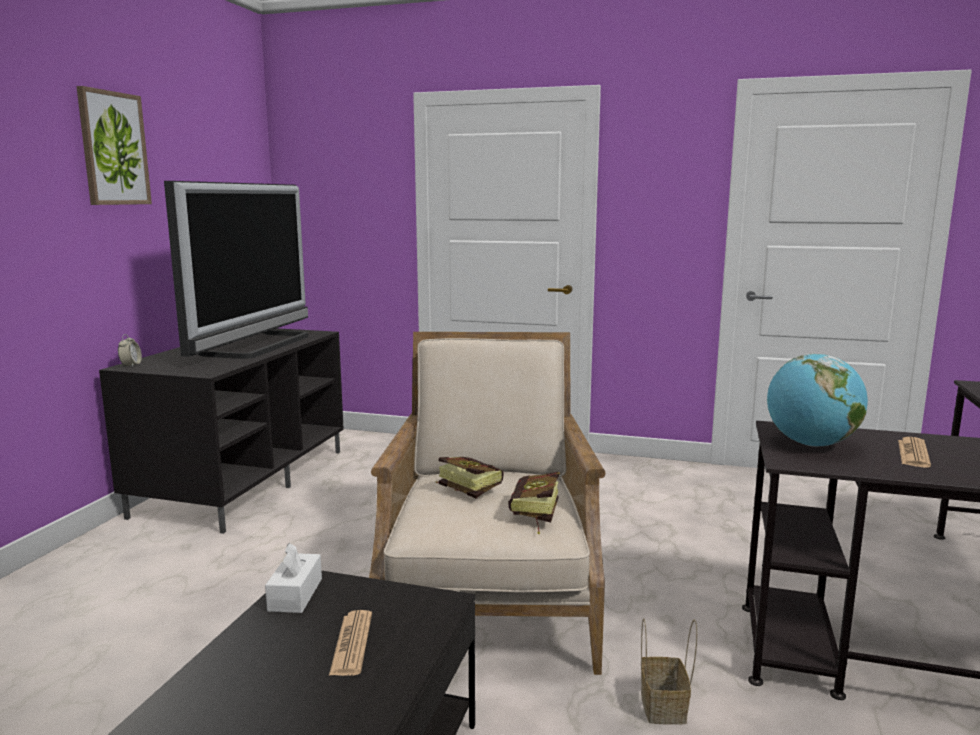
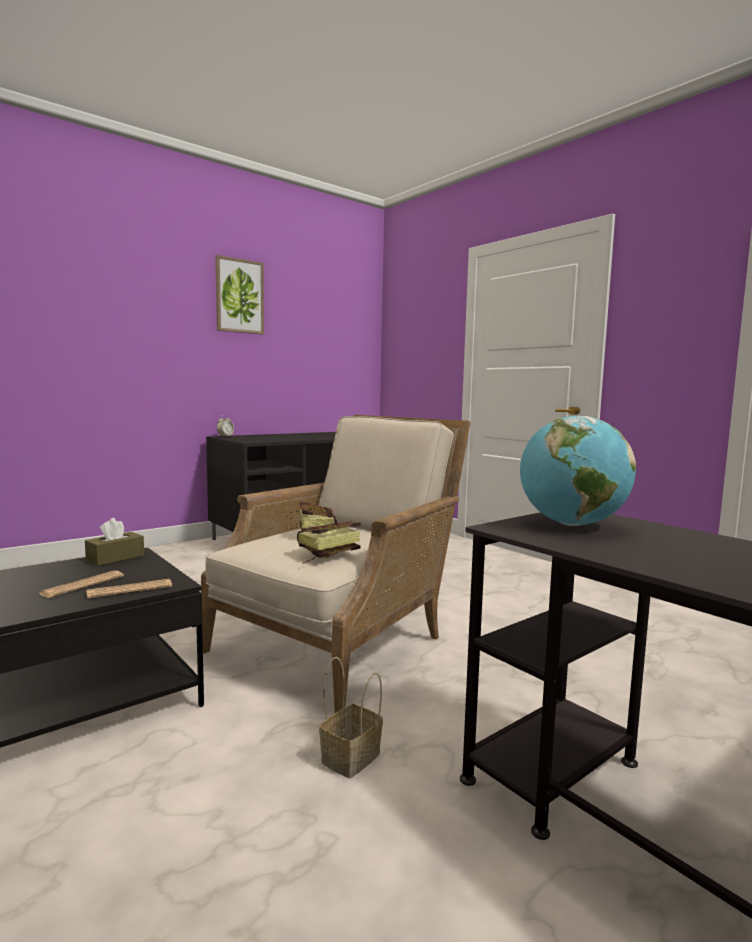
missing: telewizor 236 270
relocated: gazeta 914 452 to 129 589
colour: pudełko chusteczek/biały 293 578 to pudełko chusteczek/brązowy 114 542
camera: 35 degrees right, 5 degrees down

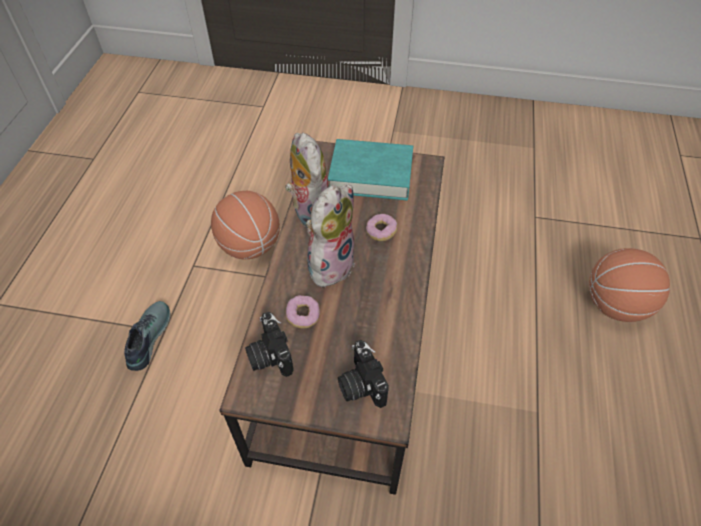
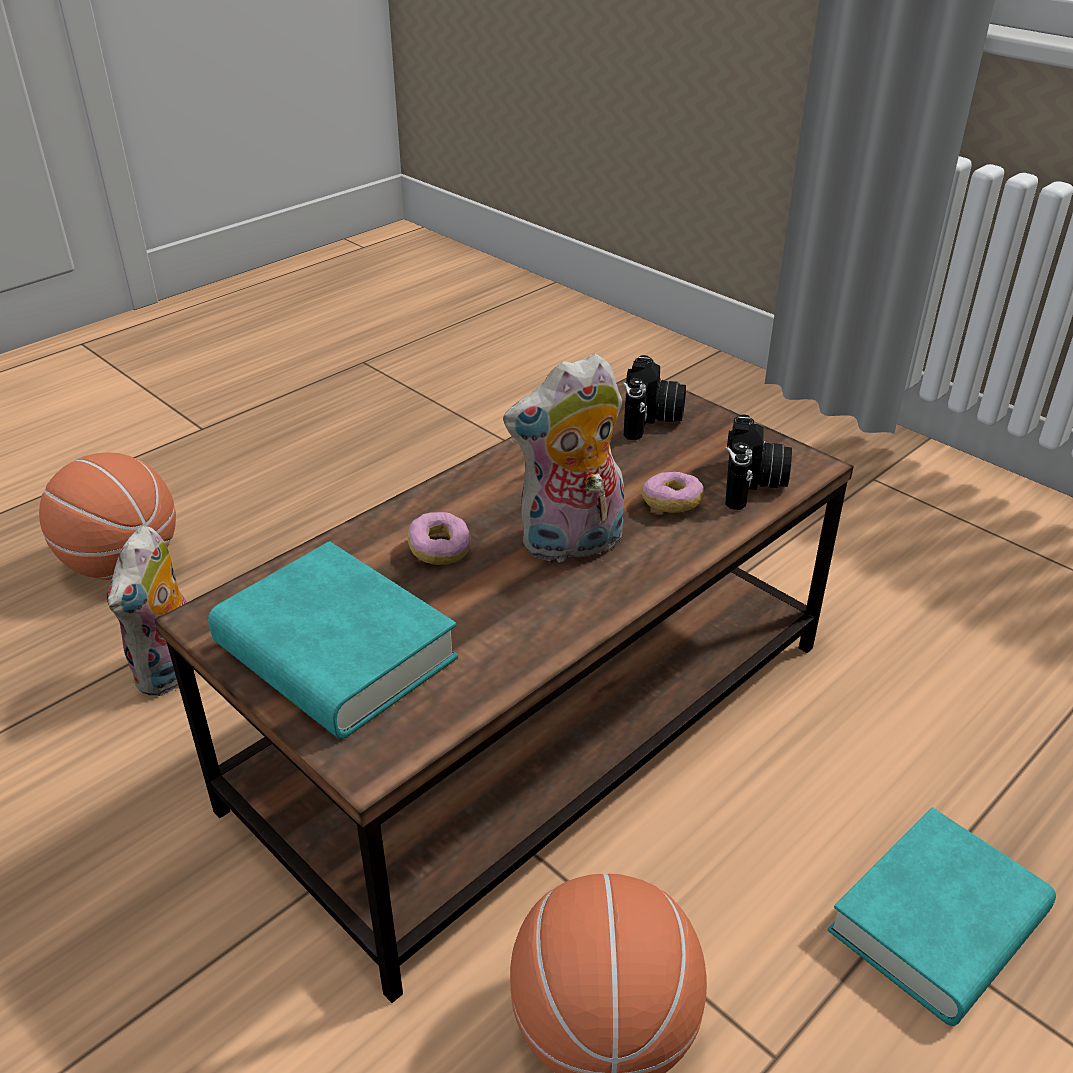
relocated: pluszak 306 180 to 150 611
exchanged: but 147 336 to książka/turkusowy 942 916
camera: 145 degrees left, 15 degrees down

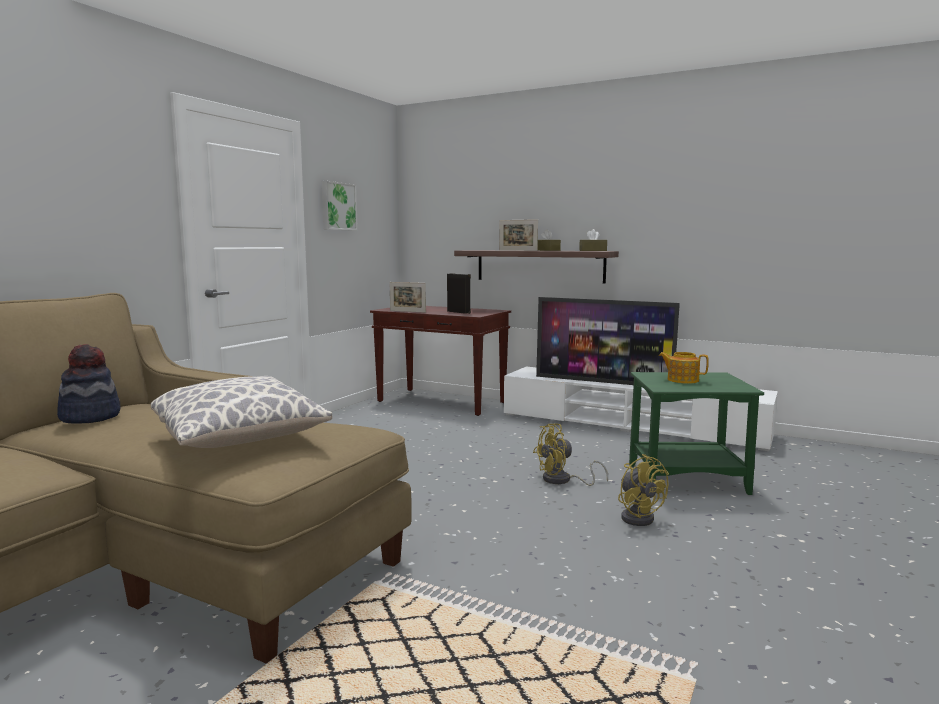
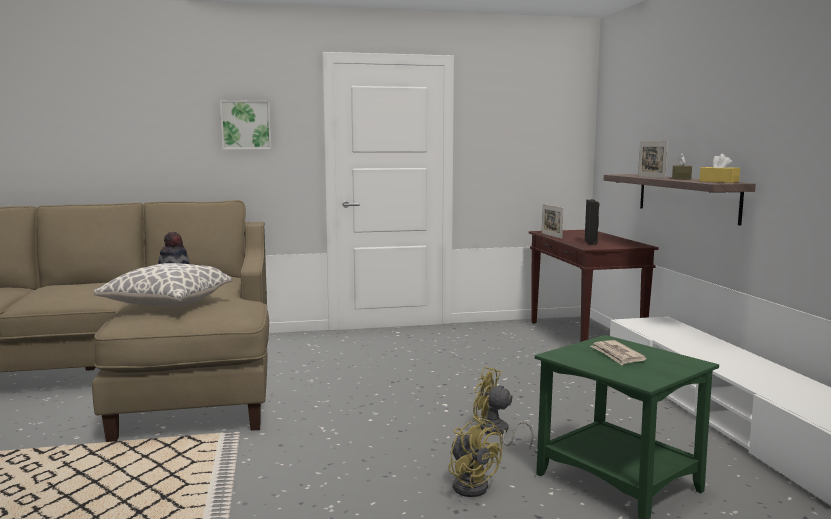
missing: telewizor 608 341
relocated: obraz 340 205 to 245 124
exchanged: imbryk 684 368 to gazeta 619 352
colour: pudełko chusteczek/brązowy 593 240 to pudełko chusteczek/żółty 719 168
spun: wentylator/żółty 643 490 = 475 456 60 degrees counterclockwise
camera: 50 degrees right, 0 degrees up

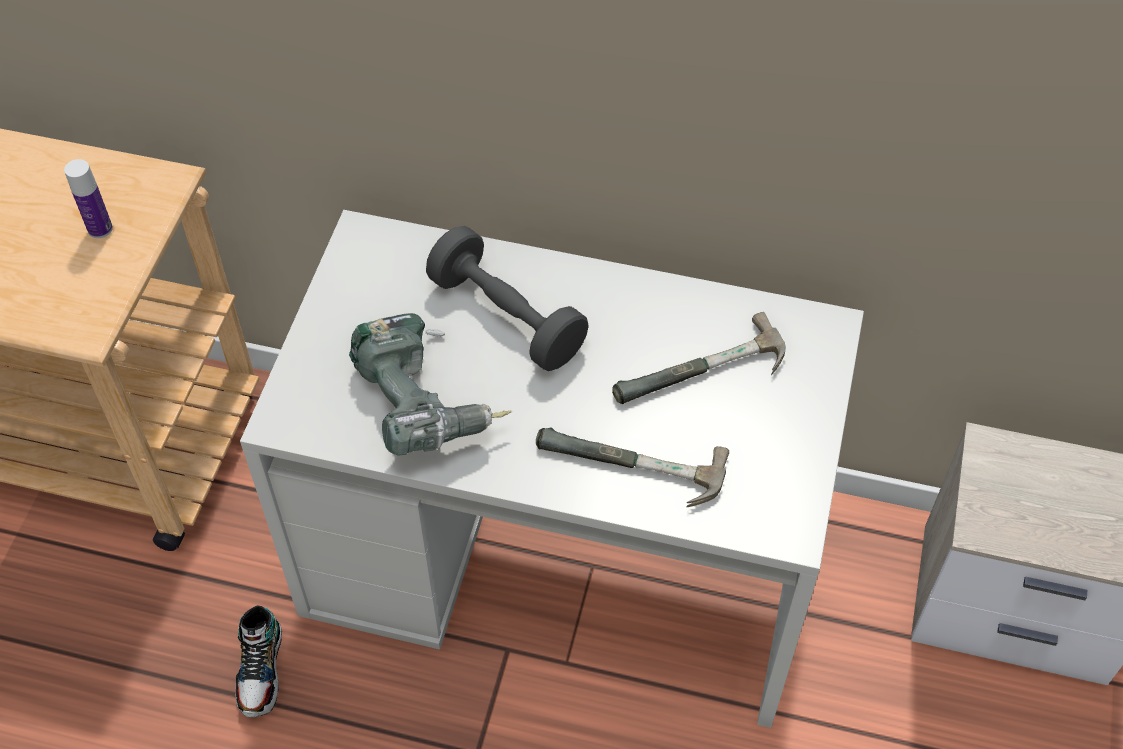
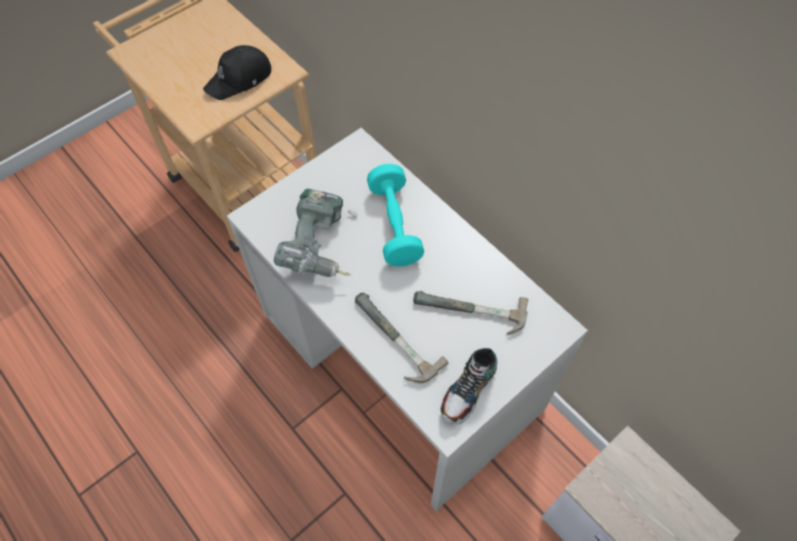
relocated: but 258 661 to 468 386
exchanged: butelka 88 198 to czapka z daszkiem/czarny 237 72
colour: hantel/szary 507 298 to hantel/turkusowy 395 215
camera: 35 degrees right, 5 degrees up

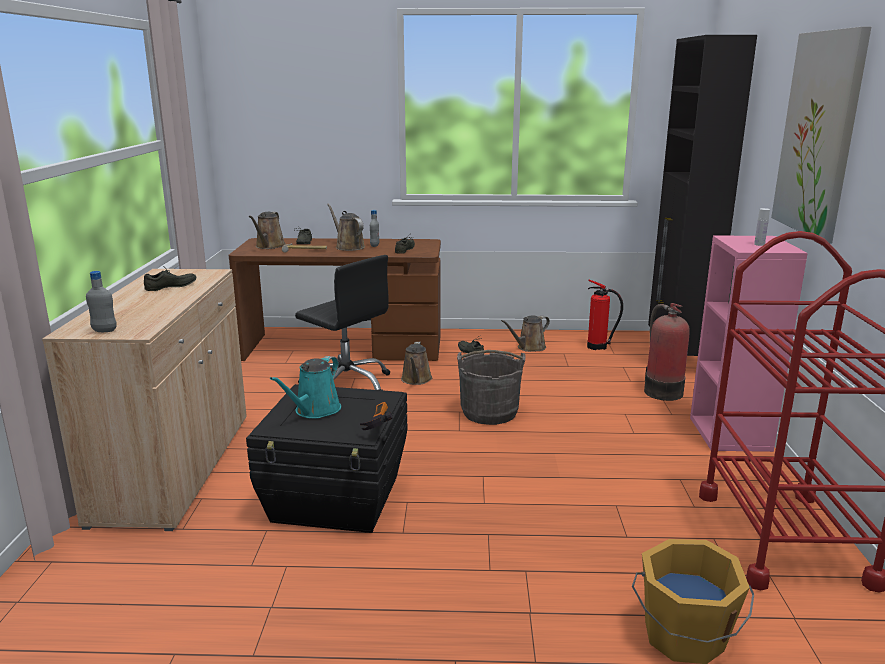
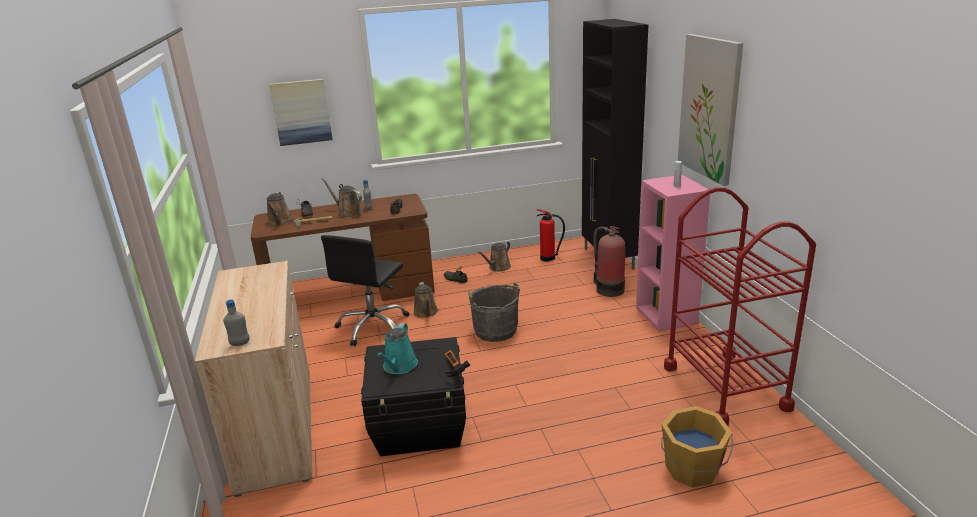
missing: but/szary 170 278
appeared: obraz 301 112
spun: krzesło biurowe/czarny 342 322 = 365 290 90 degrees clockwise
camera: 15 degrees left, 5 degrees up

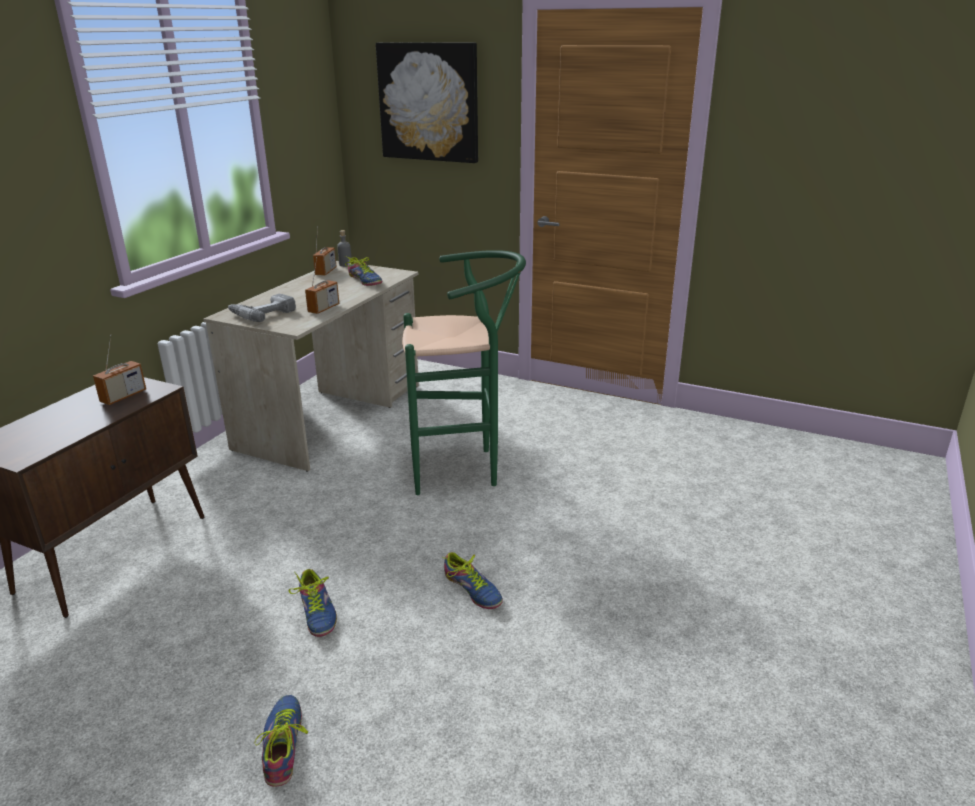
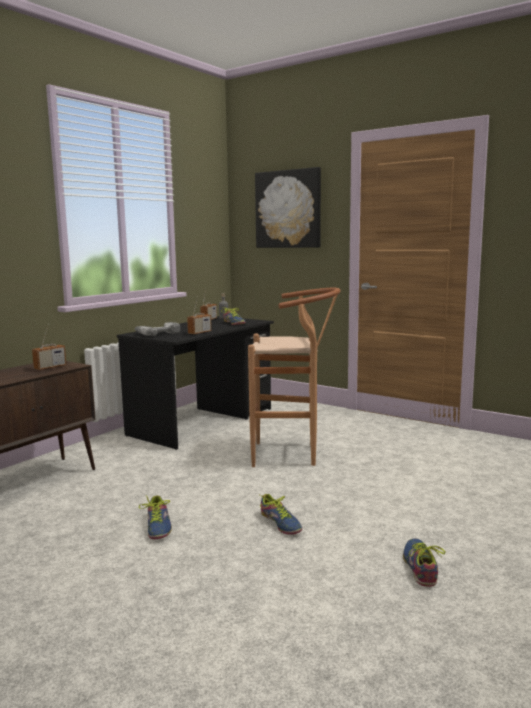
relocated: but 281 740 to 424 562
colour: stołek/zielony 464 372 to stołek/brązowy 294 377; biurko/beżowy 311 366 to biurko/czarny 195 383
camera: 10 degrees right, 15 degrees down

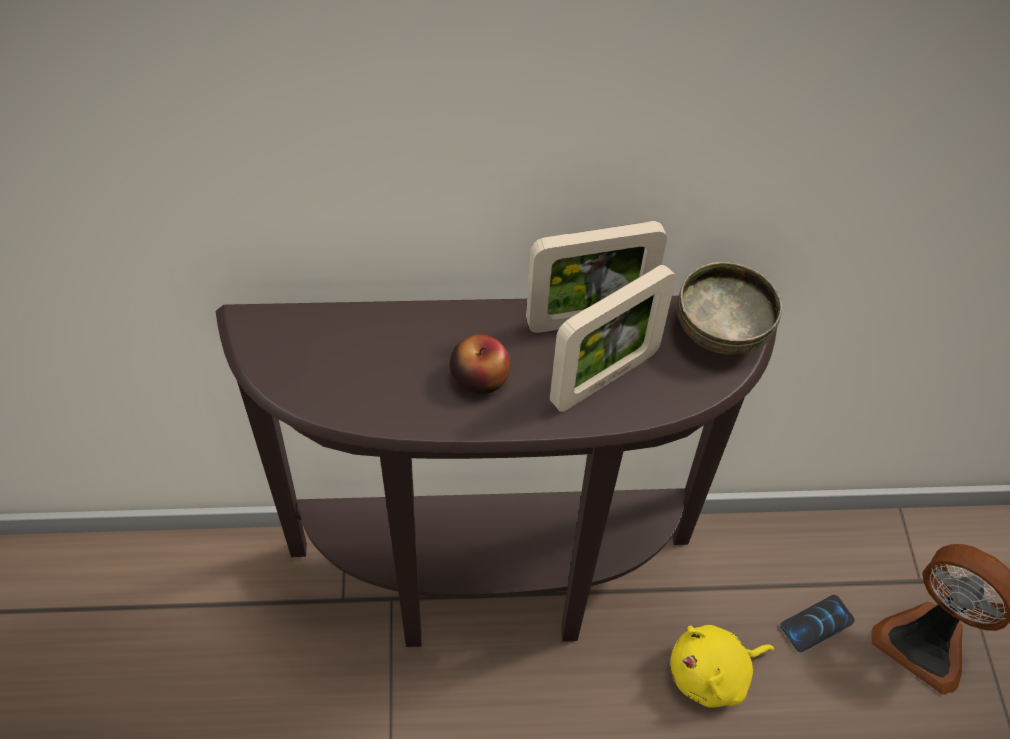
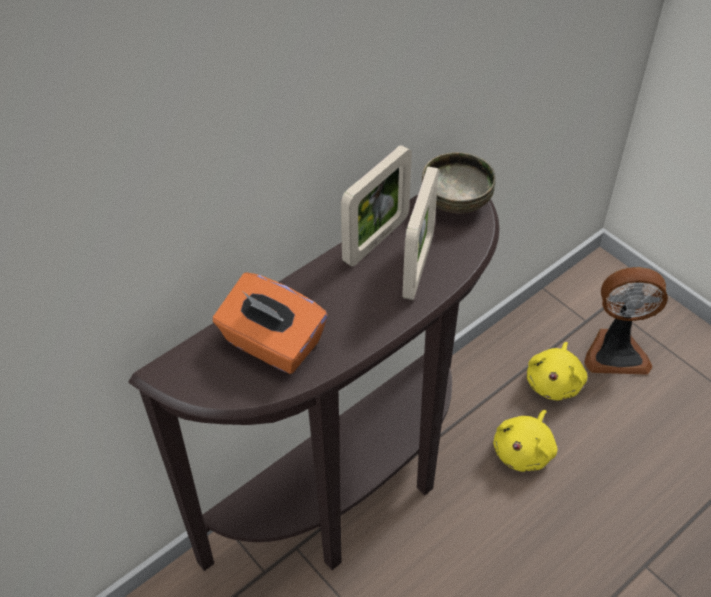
missing: jabłko 480 364
appeared: pudełko chusteczek/pomarańczowy 270 323
exchanged: telefon 817 623 to pluszak/żółty 557 371
camera: 35 degrees left, 5 degrees down

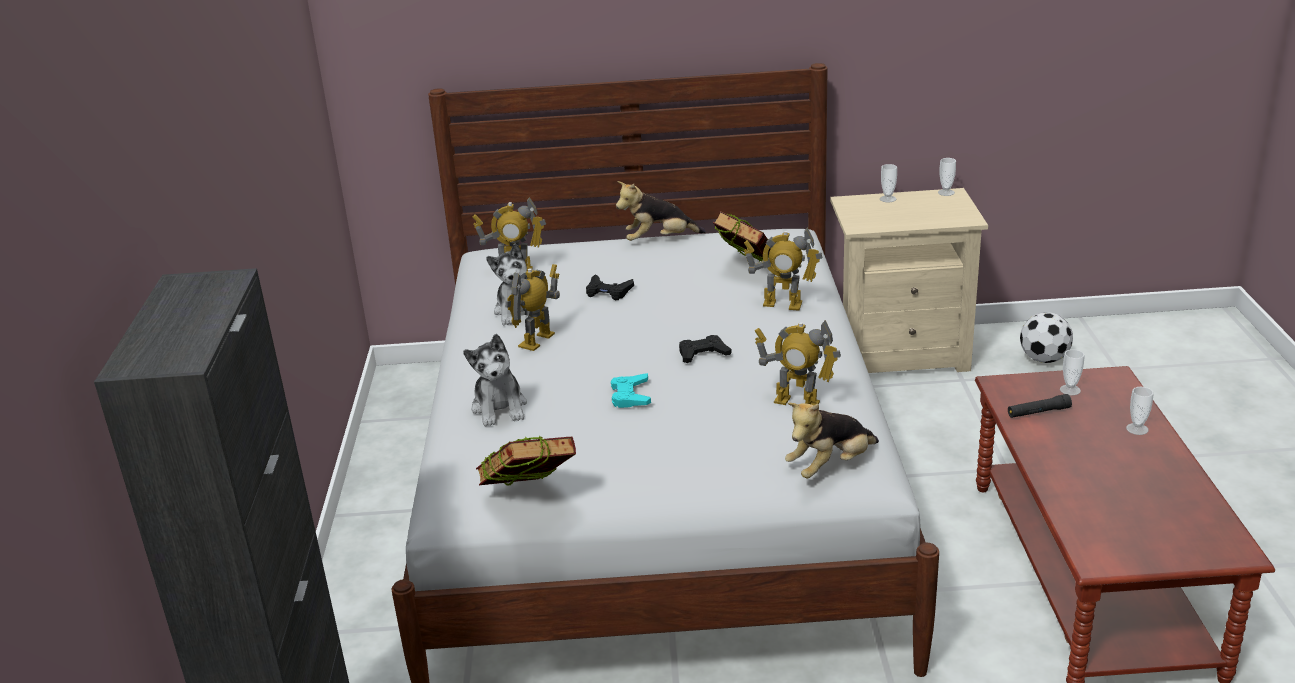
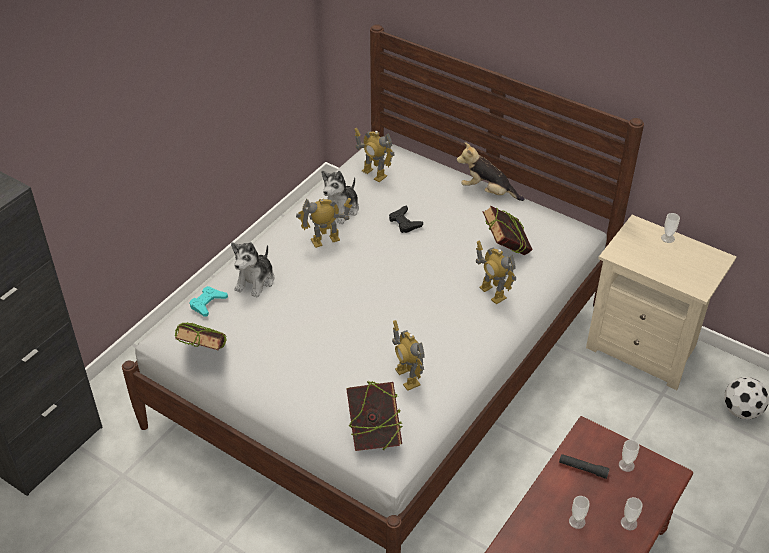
missing: pad do gier/czarny 705 349
relocated: filiżanka 947 177 to 579 512; pad do gier/turkusowy 631 390 to 209 301
exchanged: pluszak 832 441 to książka 374 416
camera: 35 degrees right, 15 degrees up

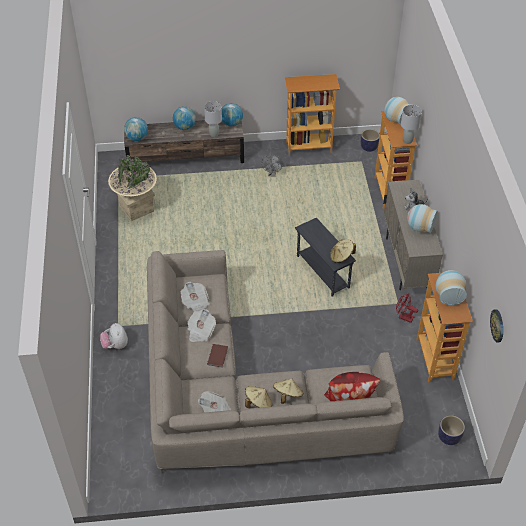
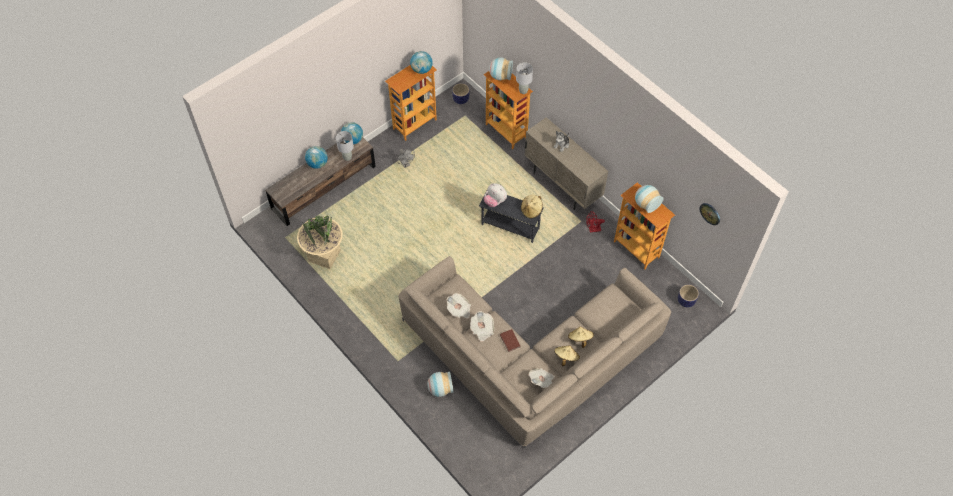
missing: poduszka 352 386
relocated: globus 136 129 to 421 62; wazon 422 218 to 440 384; pluszak 114 336 to 495 195
camera: 35 degrees left, 10 degrees up

